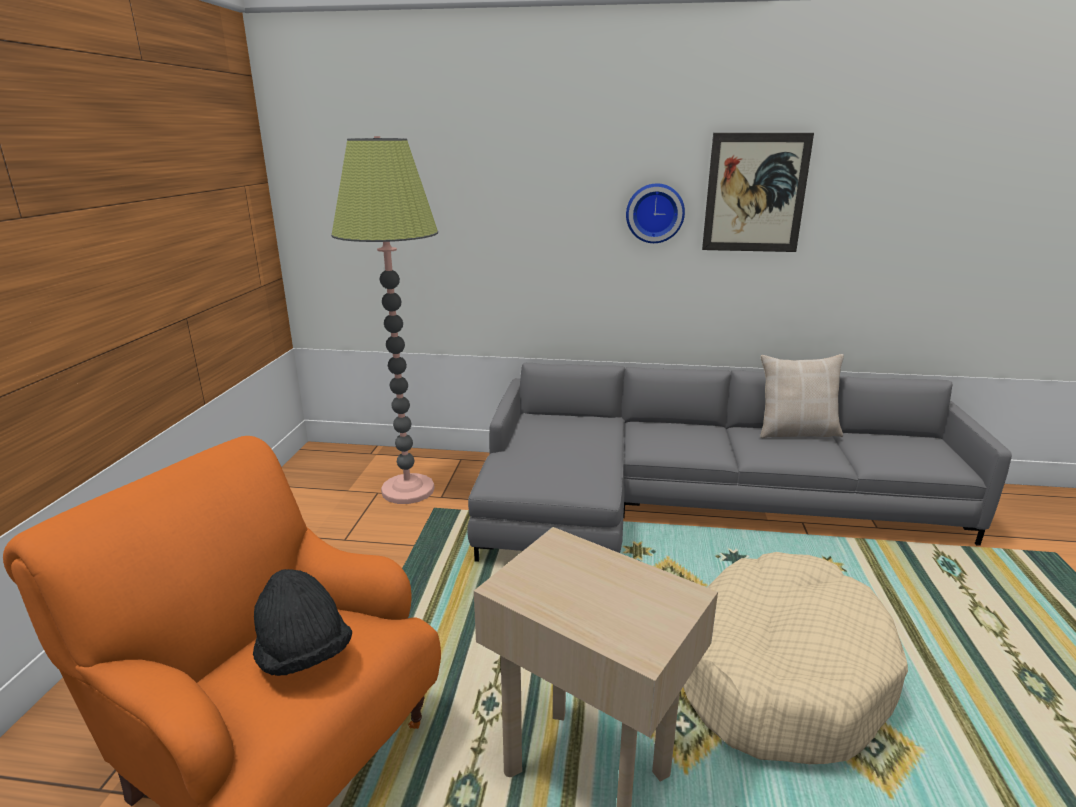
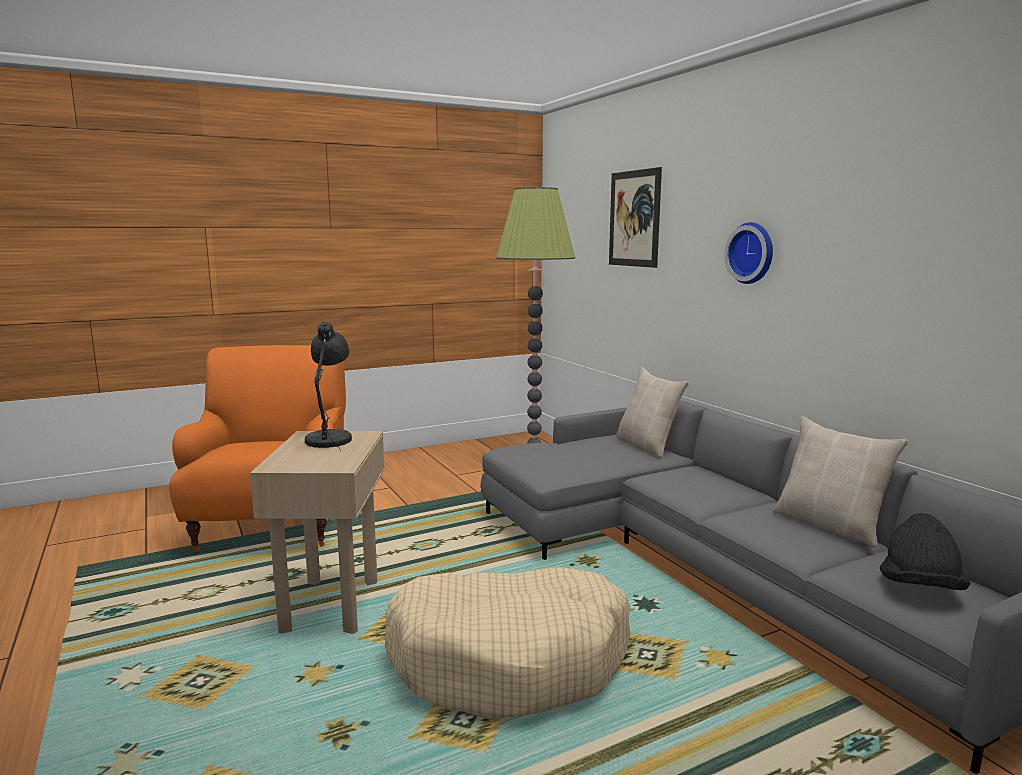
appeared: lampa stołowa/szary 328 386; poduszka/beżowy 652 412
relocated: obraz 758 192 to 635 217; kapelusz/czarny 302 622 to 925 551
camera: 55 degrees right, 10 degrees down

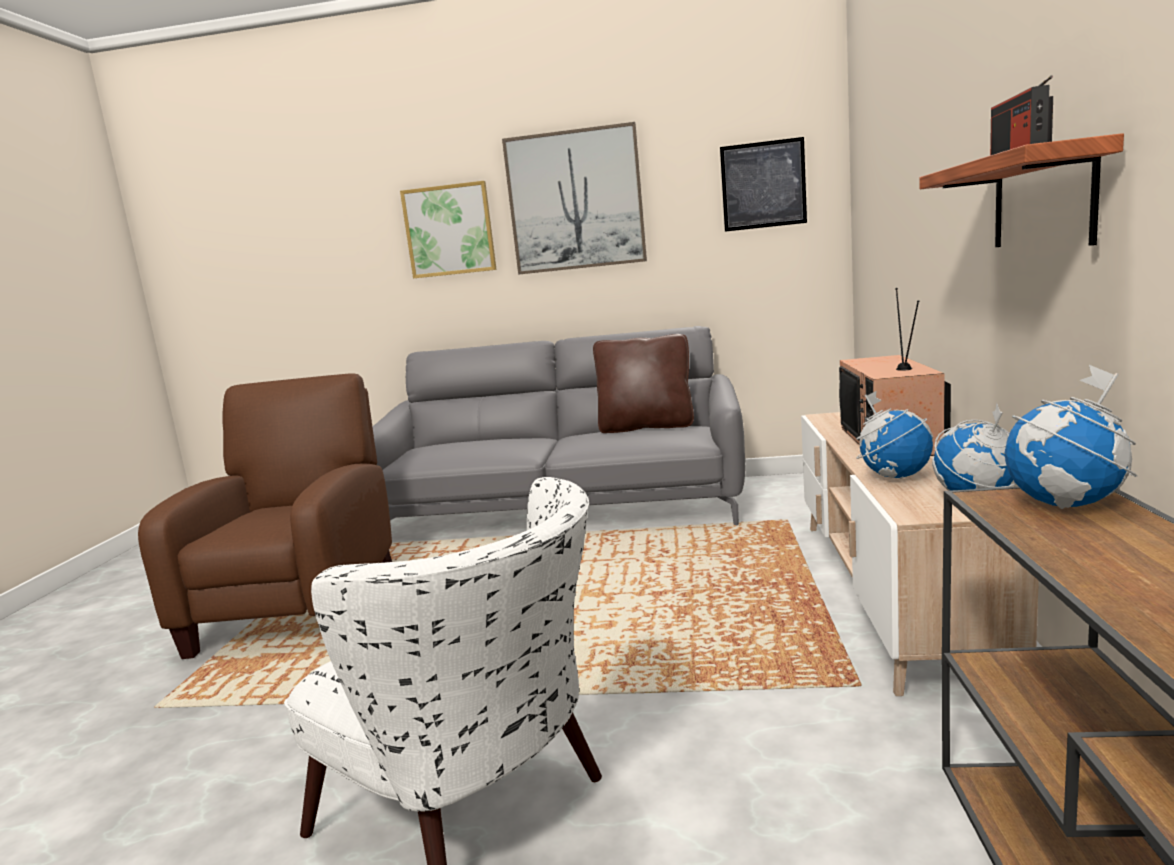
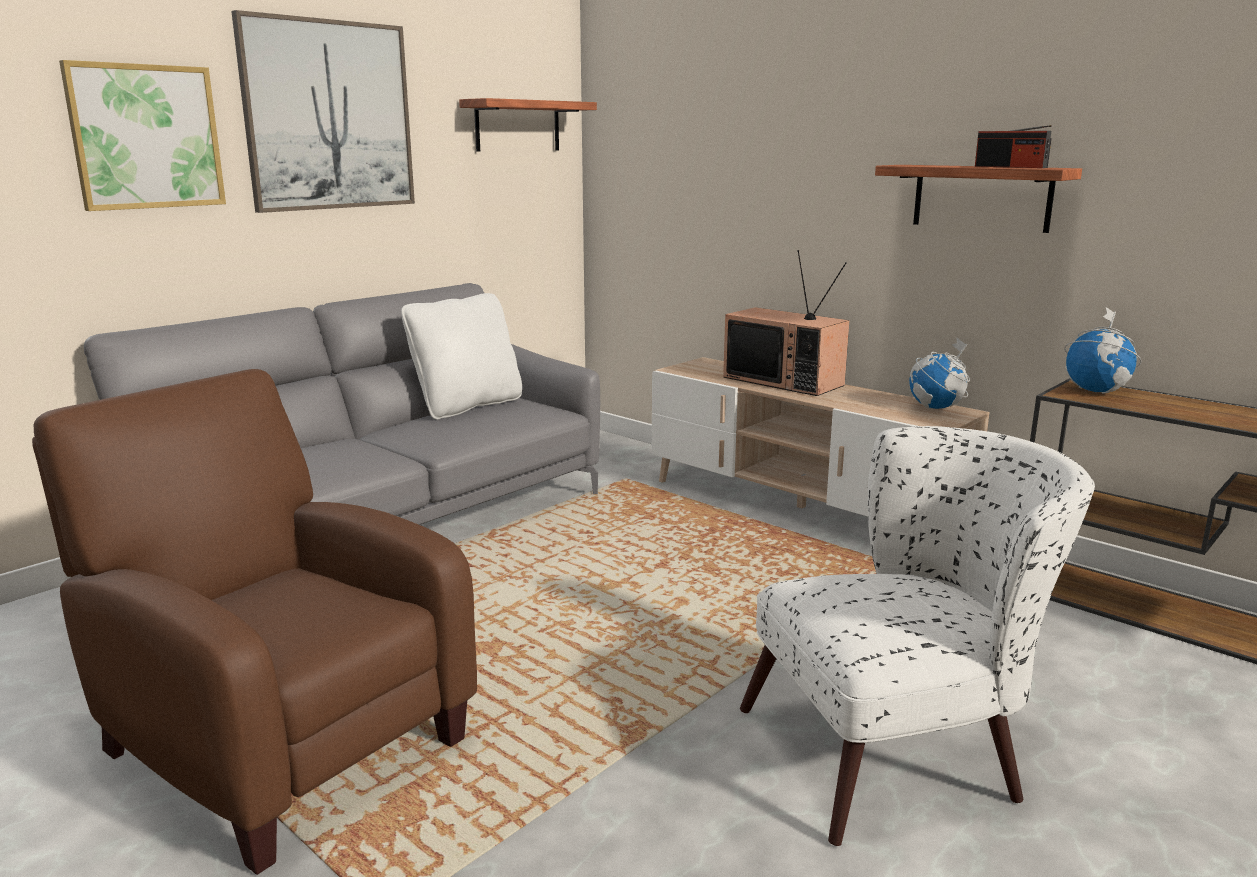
missing: globus 894 435
exchanged: obraz 763 184 to półka 528 125
colour: poduszka/brązowy 643 383 to poduszka/biały 461 356
camera: 55 degrees left, 5 degrees up

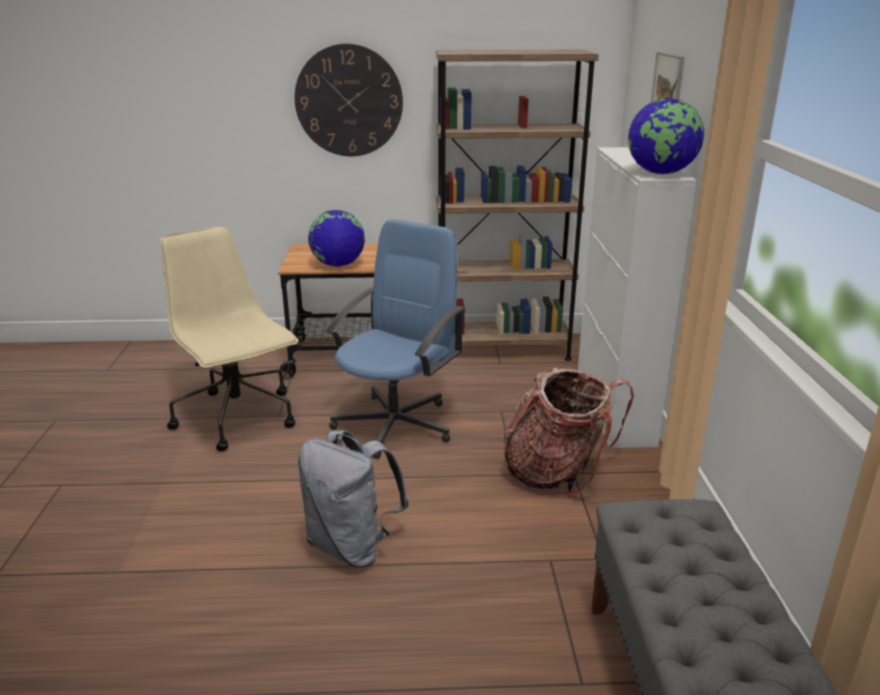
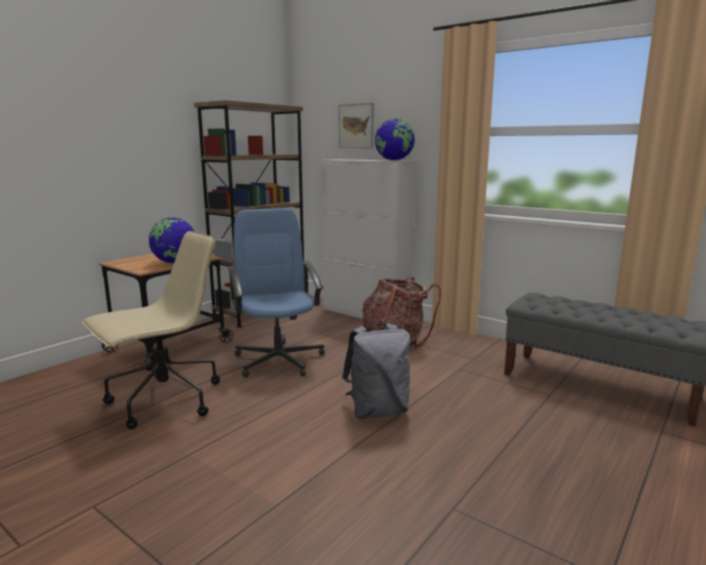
missing: zegar ścienny 349 100
spun: krzesło biurowe/beżowy 229 339 = 151 330 135 degrees clockwise
camera: 50 degrees left, 10 degrees down

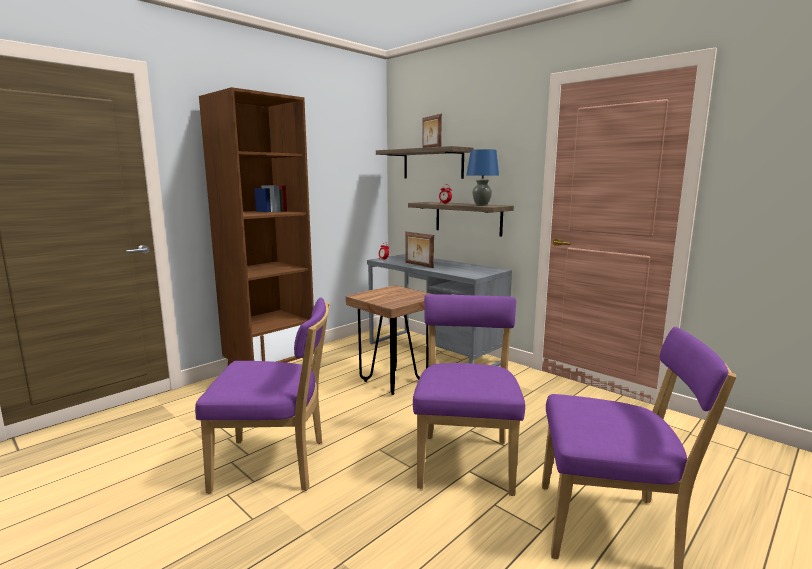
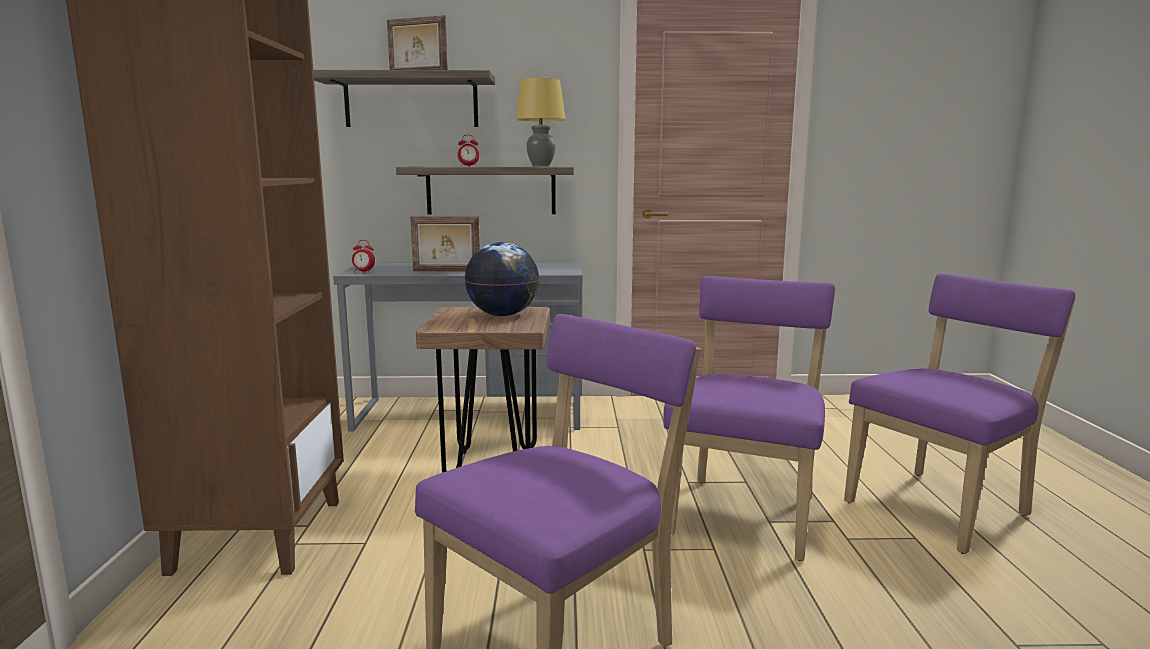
appeared: globus 502 279
colour: lampa stołowa/niebieski 482 177 to lampa stołowa/żółty 541 122
spun: krzesło/fioletowy 469 395 = 749 418 60 degrees clockwise
camera: 45 degrees left, 0 degrees up

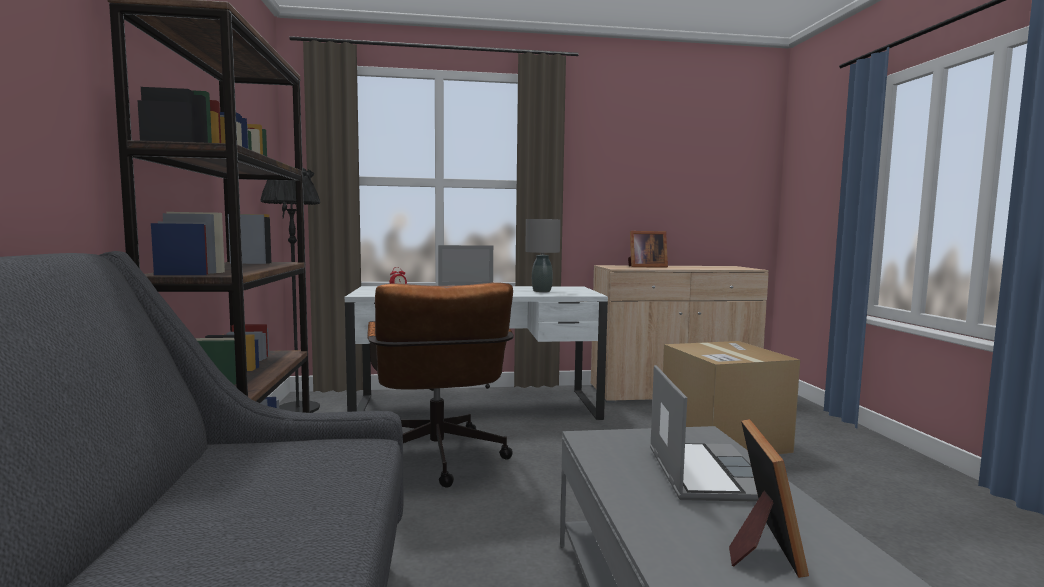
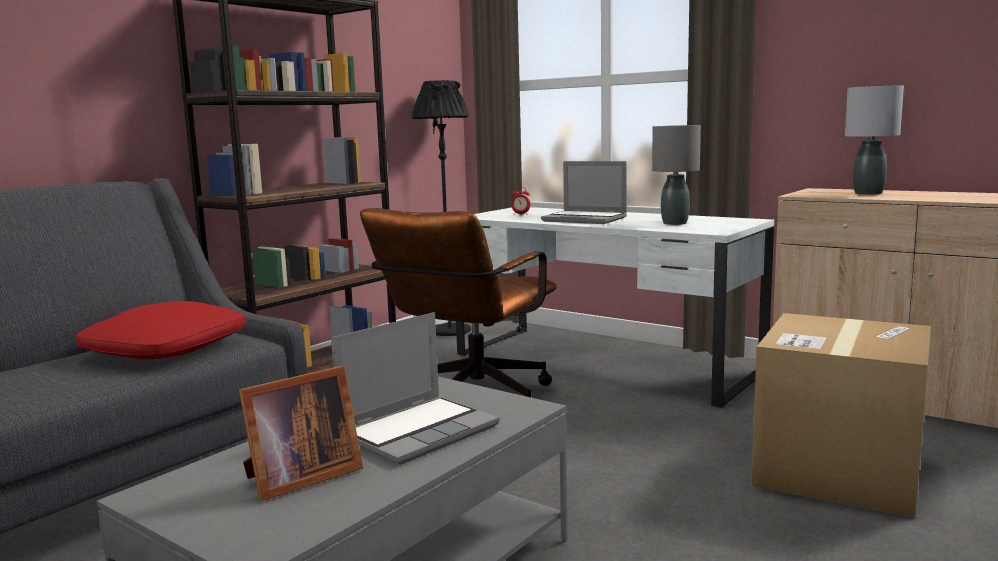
appeared: poduszka/czerwony 160 330
exchanged: ramka na zdjęcie 648 249 to lampa stołowa/szary 874 140
camera: 45 degrees right, 5 degrees up

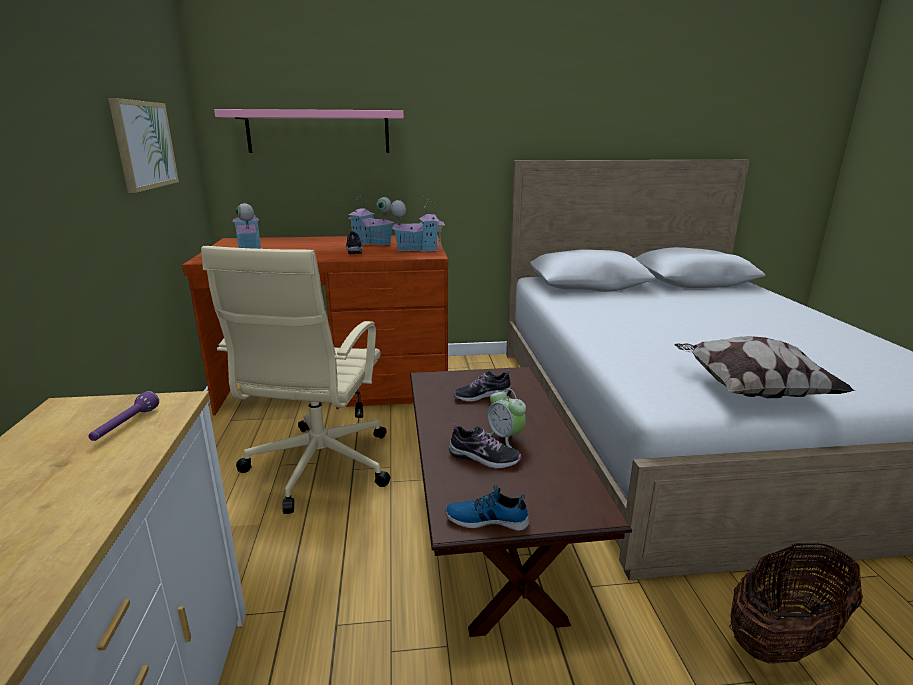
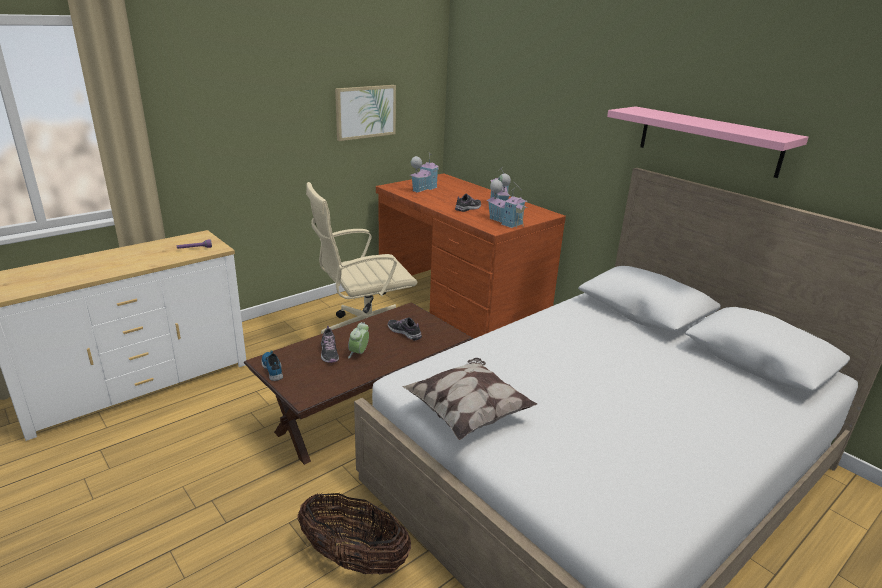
relocated: półka/różowy 309 131 to 708 142
camera: 55 degrees right, 5 degrees up

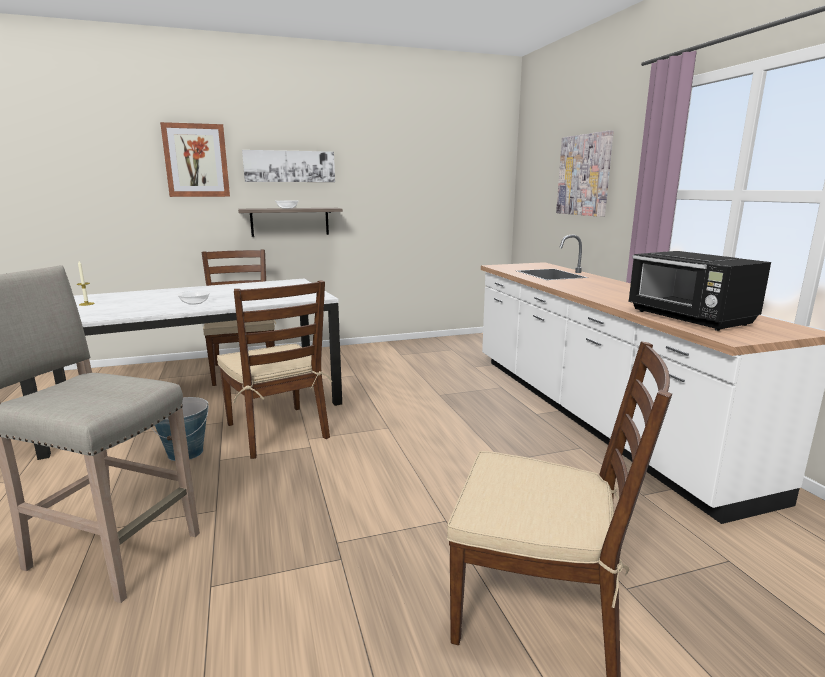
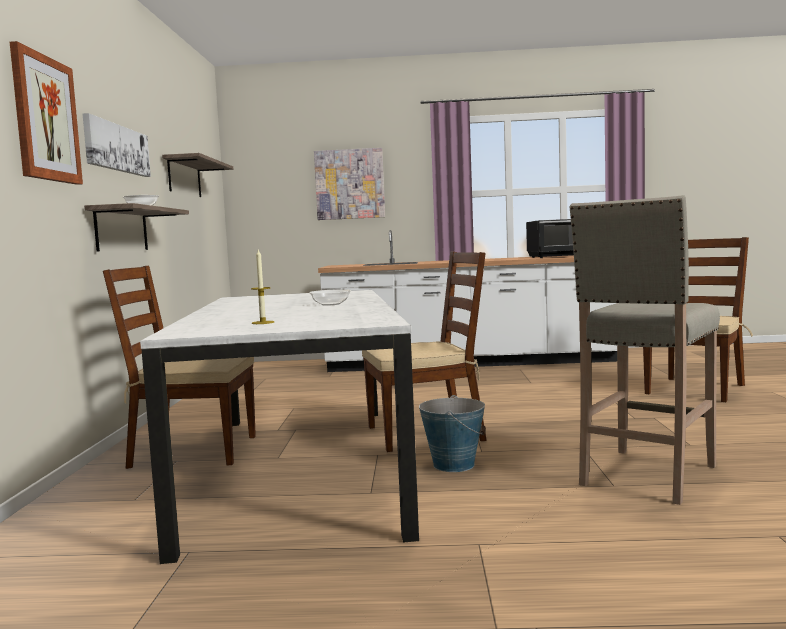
appeared: półka 197 175
camera: 70 degrees left, 10 degrees down

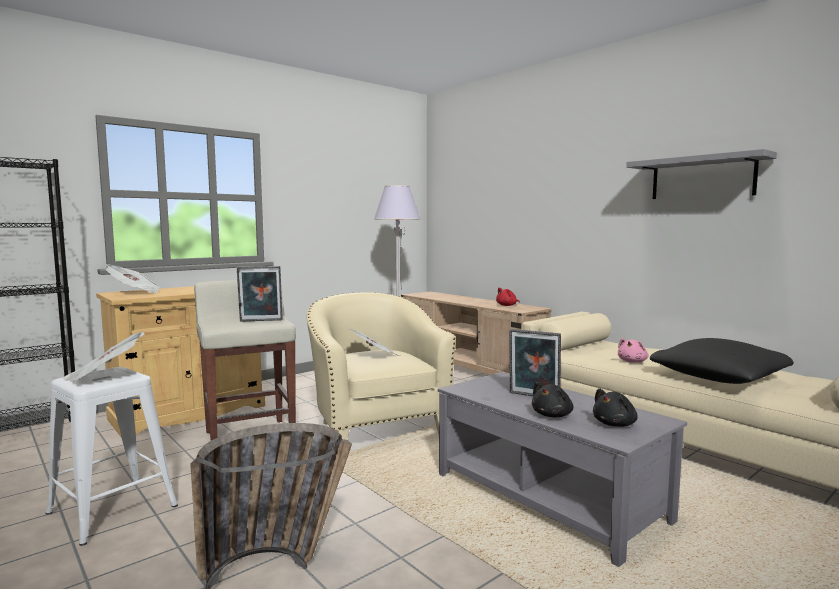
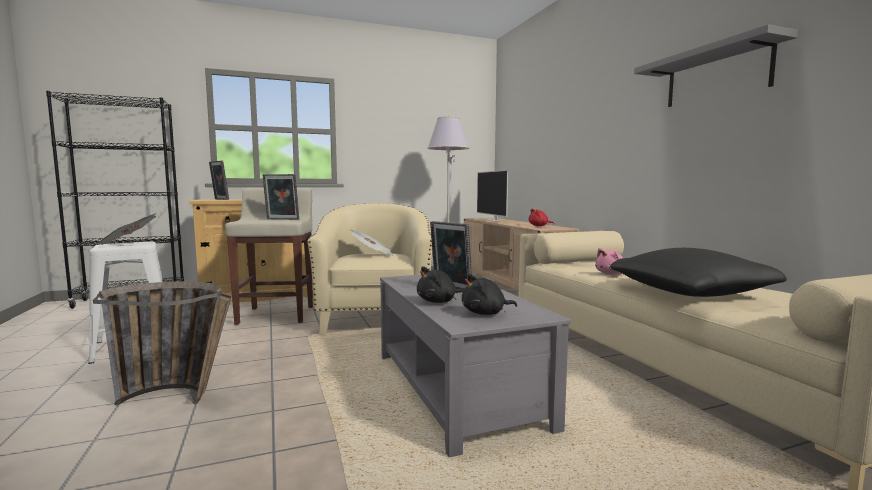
appeared: telewizor 492 196
exchanged: gazeta 133 278 to ramka na zdjęcie 219 180
camera: 20 degrees right, 0 degrees up

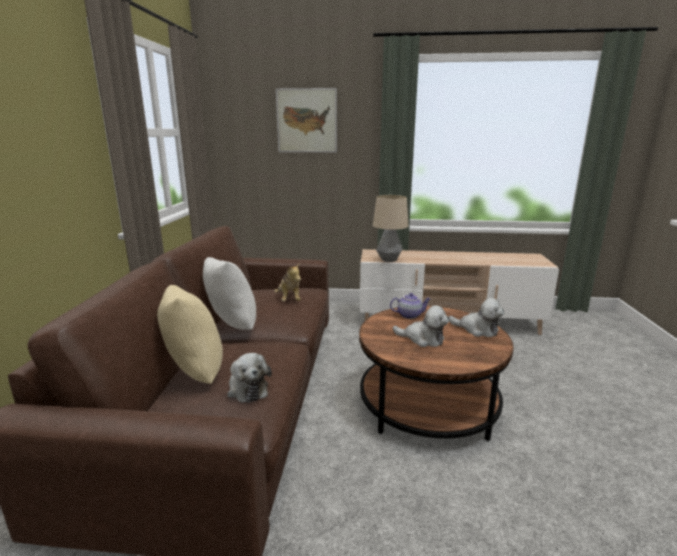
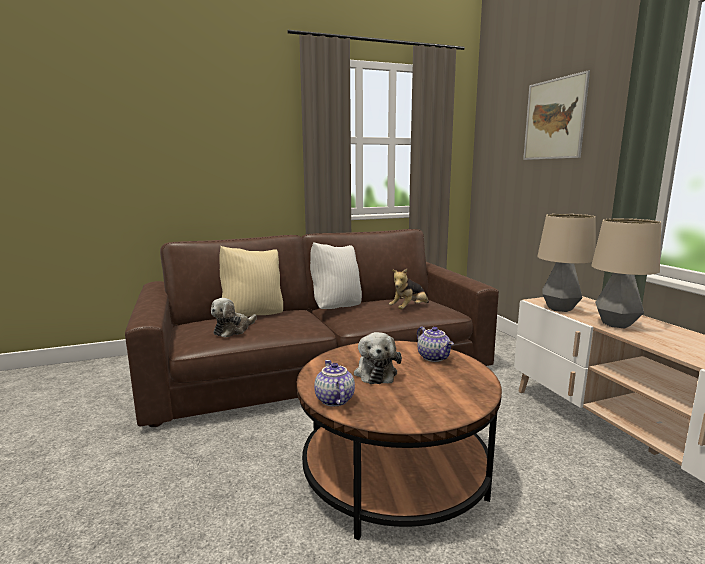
missing: pluszak 476 317
appeared: lampa stołowa 626 273; imbryk 334 383
camera: 65 degrees right, 5 degrees down

